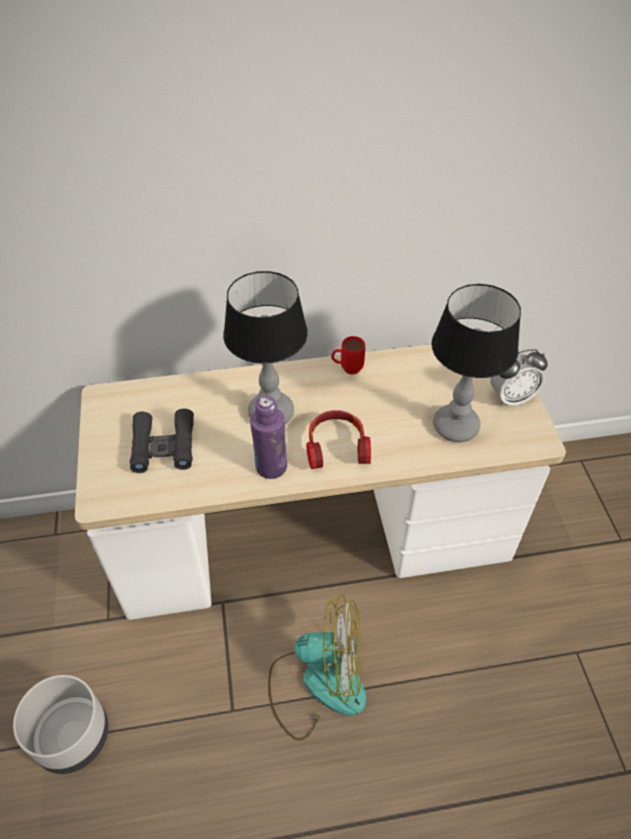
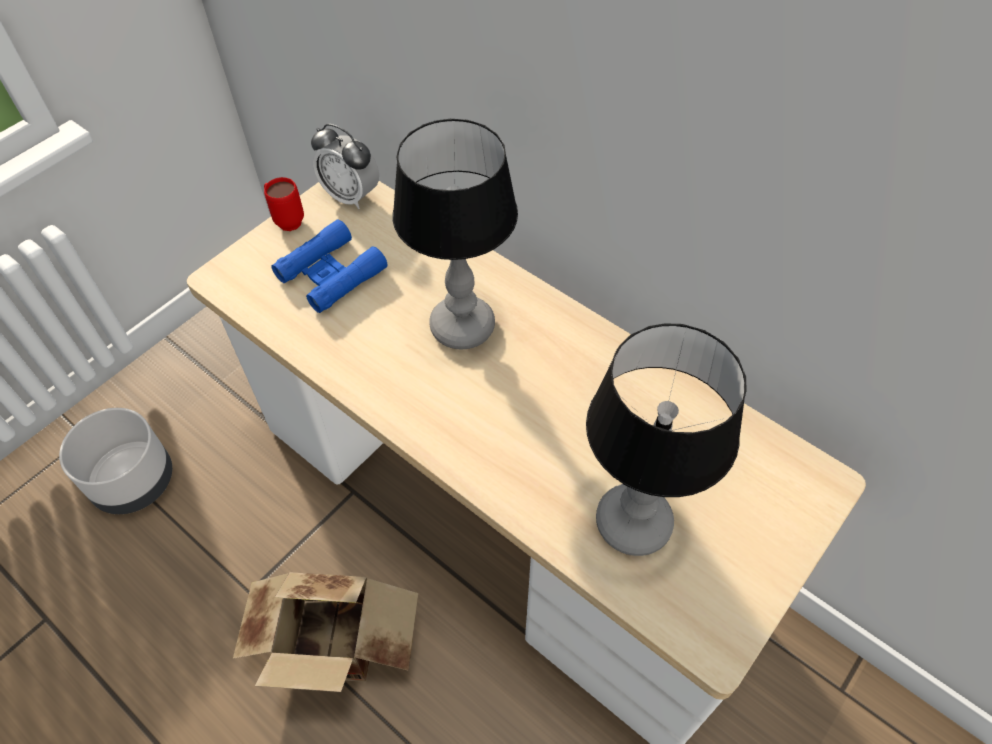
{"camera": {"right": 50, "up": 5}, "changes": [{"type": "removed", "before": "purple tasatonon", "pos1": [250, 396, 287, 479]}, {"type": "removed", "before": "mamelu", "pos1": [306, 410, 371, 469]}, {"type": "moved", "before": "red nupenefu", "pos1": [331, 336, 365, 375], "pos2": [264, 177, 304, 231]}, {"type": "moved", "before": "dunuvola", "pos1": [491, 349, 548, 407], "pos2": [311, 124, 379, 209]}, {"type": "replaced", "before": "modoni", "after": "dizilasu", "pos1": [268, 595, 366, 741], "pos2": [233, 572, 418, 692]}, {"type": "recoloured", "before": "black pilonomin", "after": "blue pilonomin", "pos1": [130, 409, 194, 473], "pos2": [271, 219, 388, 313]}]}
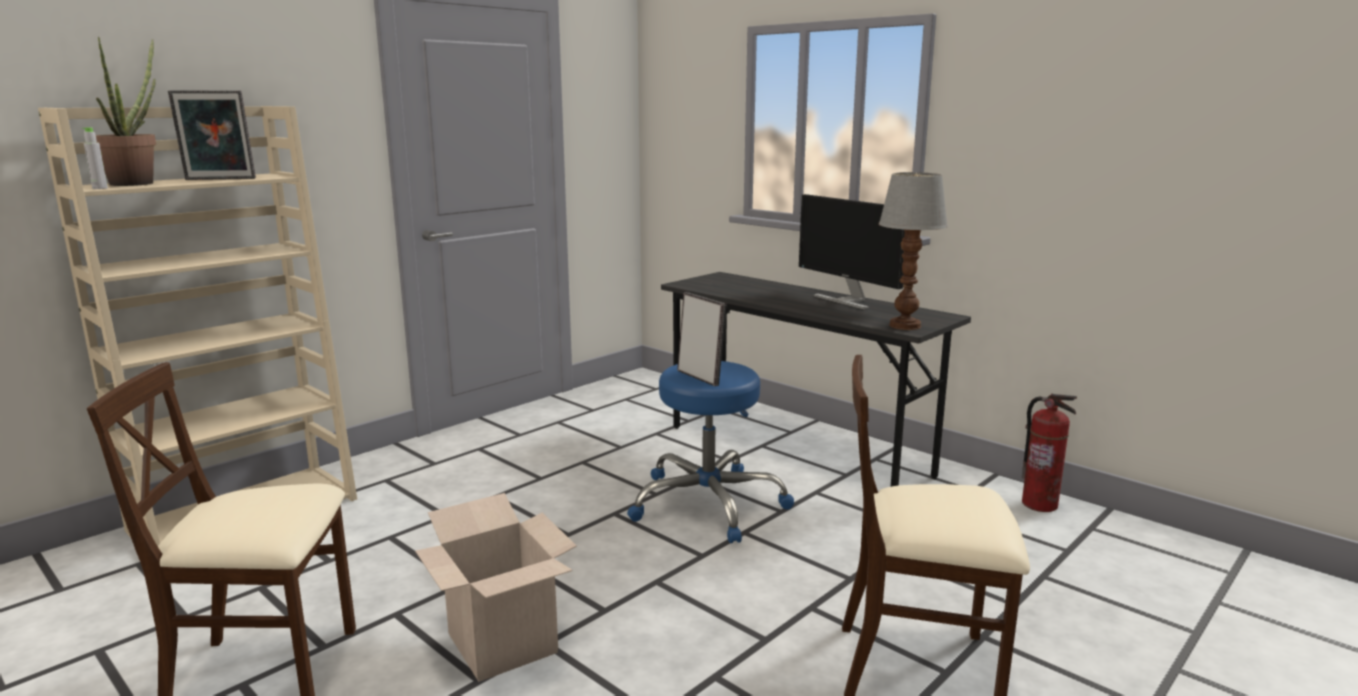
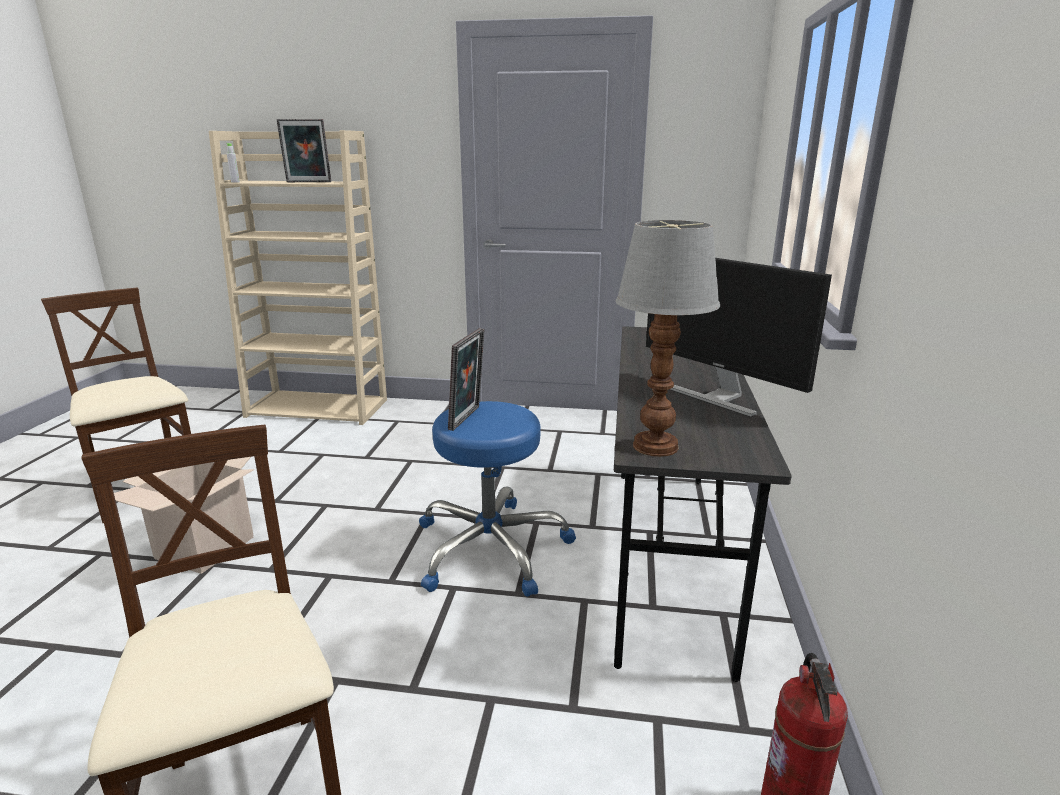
{"camera": {"right": 55, "up": 5}, "changes": [{"type": "removed", "before": "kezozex", "pos1": [96, 37, 156, 186]}, {"type": "turned", "before": "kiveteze", "pos1": [168, 90, 256, 180], "pos2": [276, 119, 331, 182], "turn": -45}, {"type": "turned", "before": "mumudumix", "pos1": [799, 194, 905, 310], "pos2": [646, 258, 832, 417], "turn": -60}]}
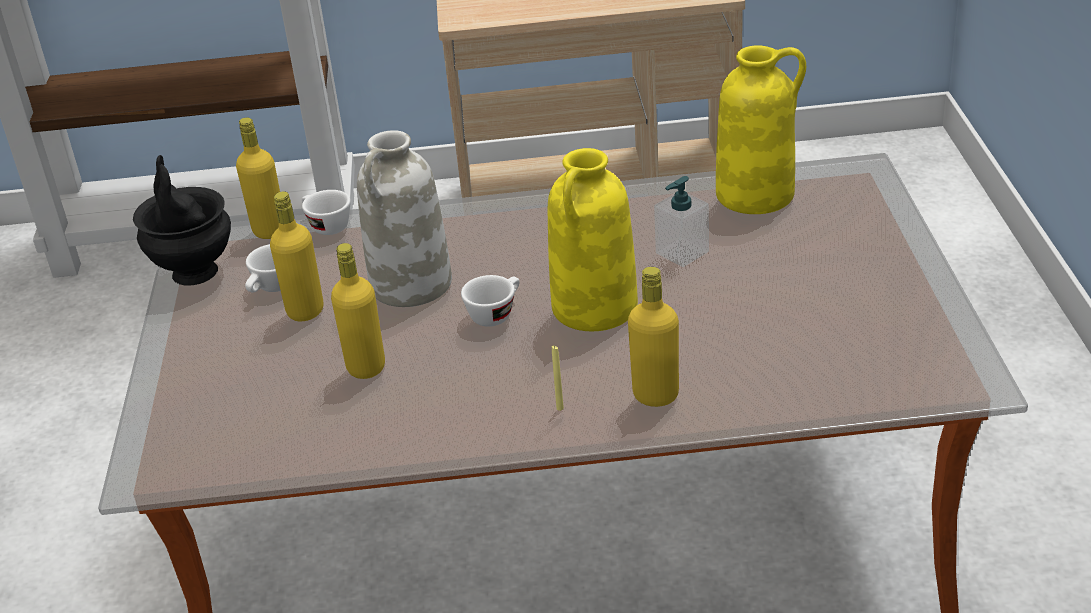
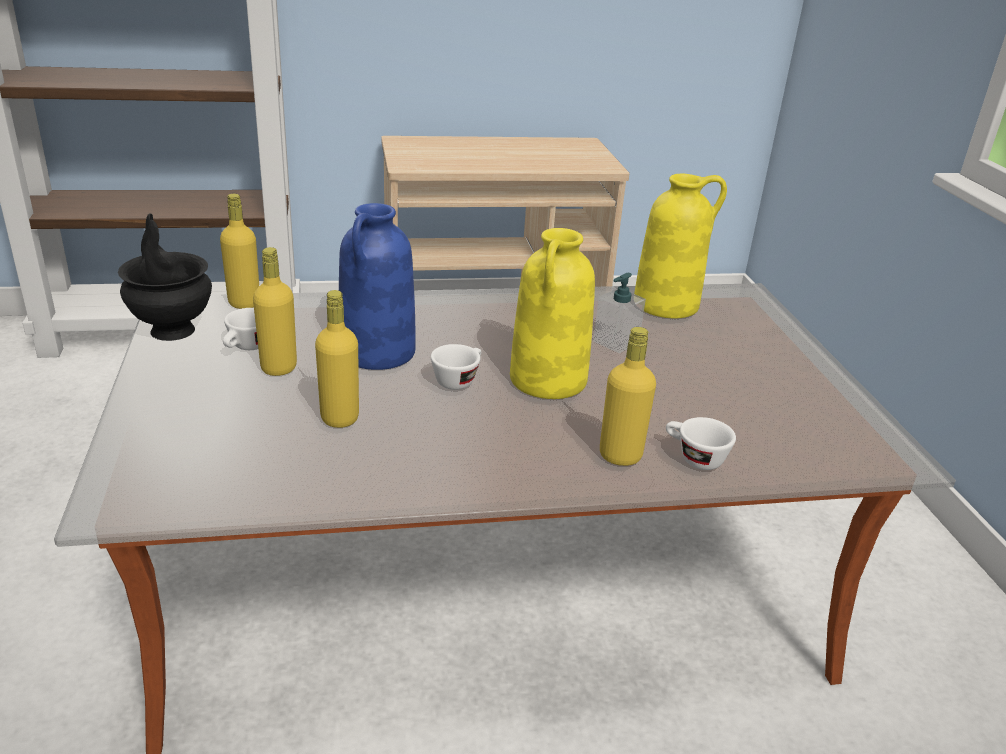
{"camera": {"right": -10, "up": -5}, "changes": [{"type": "removed", "before": "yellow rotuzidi", "pos1": [552, 345, 564, 411]}, {"type": "moved", "before": "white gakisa", "pos1": [302, 190, 351, 235], "pos2": [666, 417, 736, 470]}, {"type": "recoloured", "before": "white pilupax", "after": "blue pilupax", "pos1": [357, 130, 452, 307], "pos2": [339, 203, 416, 370]}]}
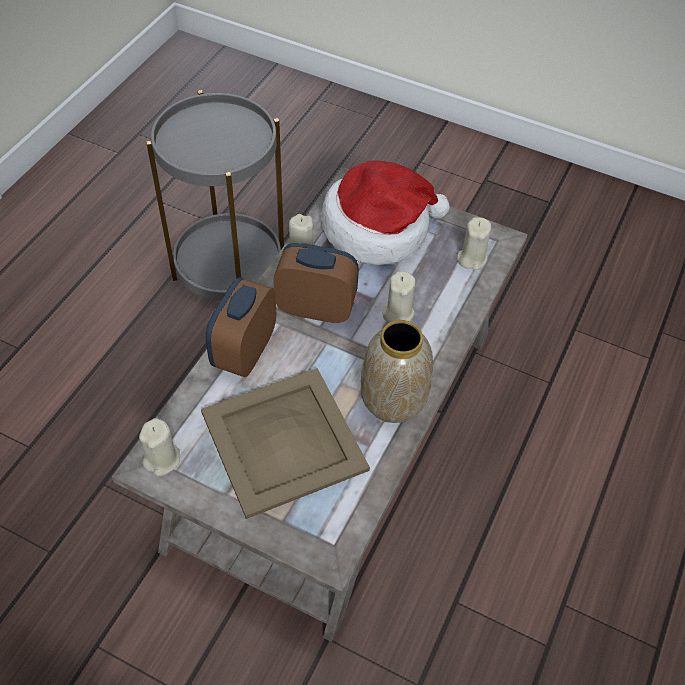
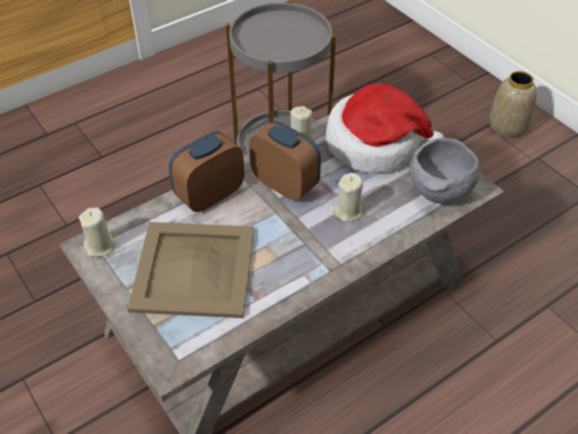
{"camera": {"right": 30, "up": -5}, "changes": [{"type": "moved", "before": "pilupax", "pos1": [361, 320, 433, 423], "pos2": [490, 71, 537, 138]}, {"type": "replaced", "before": "beige rotuzidi", "after": "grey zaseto", "pos1": [457, 217, 491, 270], "pos2": [410, 137, 480, 203]}]}
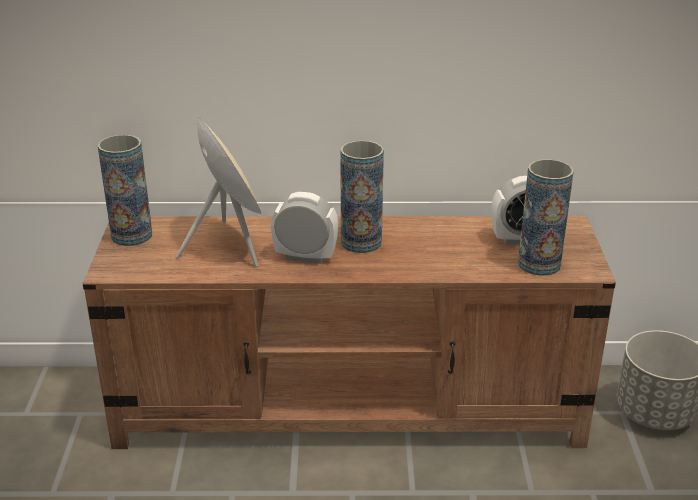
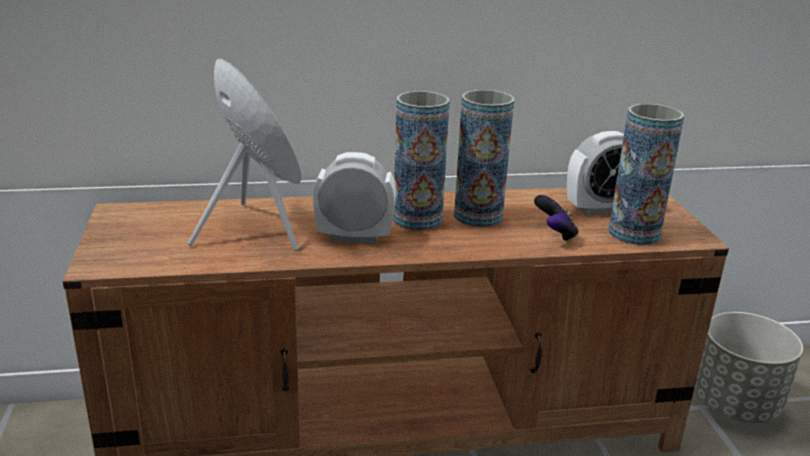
{"camera": {"right": -10, "up": -5}, "changes": [{"type": "added", "after": "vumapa", "pos2": [534, 195, 578, 242]}, {"type": "moved", "before": "pilupax", "pos1": [98, 135, 152, 246], "pos2": [454, 90, 514, 227]}]}
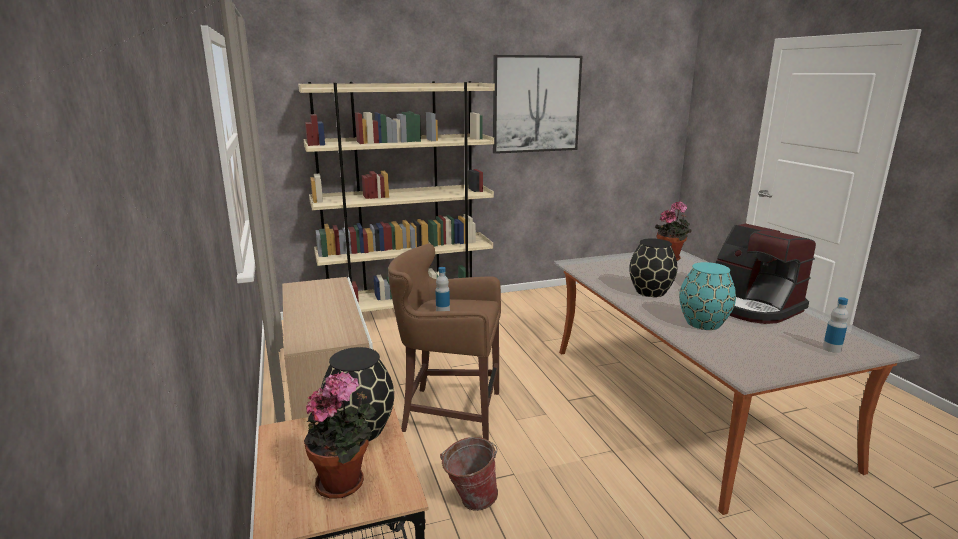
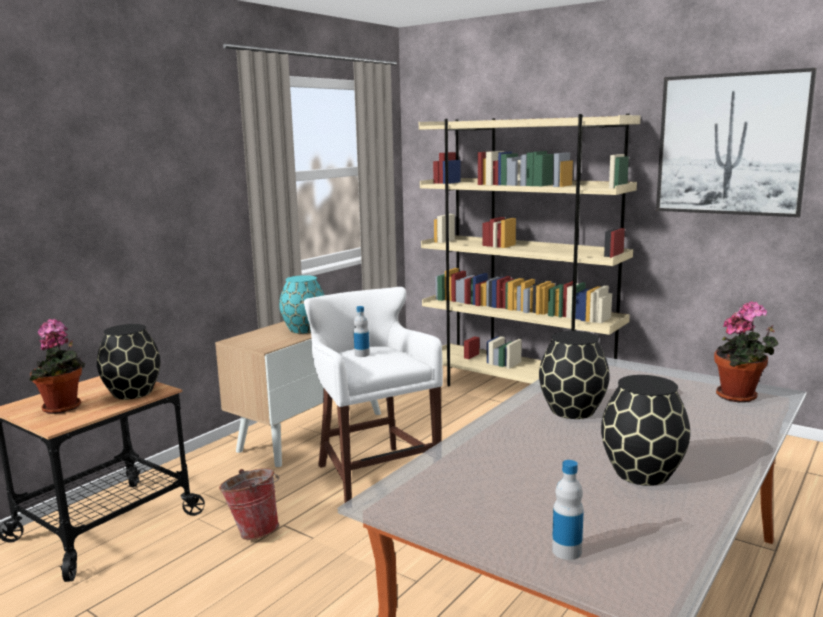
{"camera": {"right": 55, "up": -5}, "changes": [{"type": "moved", "before": "turquoise pilupax", "pos1": [679, 262, 736, 330], "pos2": [279, 275, 324, 333]}, {"type": "replaced", "before": "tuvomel", "after": "black pilupax", "pos1": [716, 223, 816, 324], "pos2": [601, 375, 690, 486]}, {"type": "recoloured", "before": "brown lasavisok", "after": "white lasavisok", "pos1": [388, 244, 501, 441], "pos2": [304, 287, 443, 503]}]}
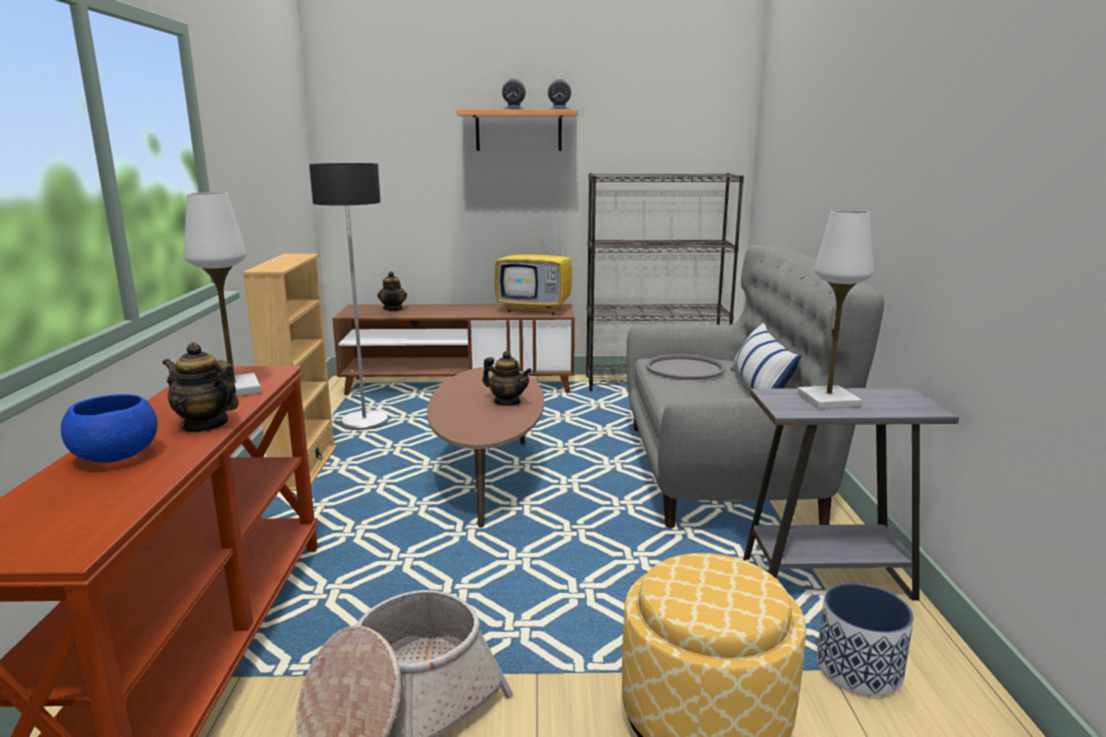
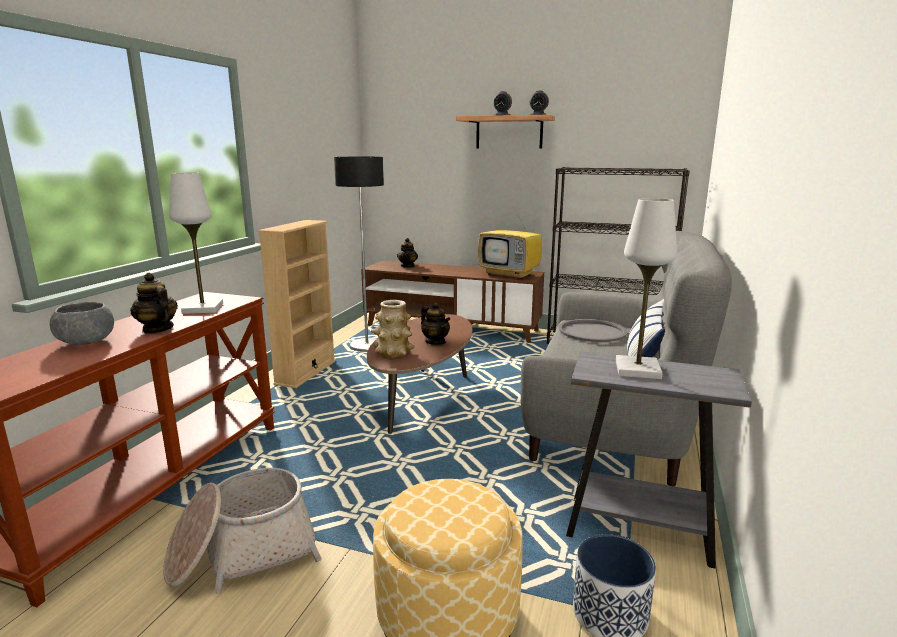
{"camera": {"right": 20, "up": 0}, "changes": [{"type": "added", "after": "pilupax", "pos2": [371, 300, 415, 358]}, {"type": "recoloured", "before": "blue zaseto", "after": "grey zaseto", "pos1": [61, 394, 157, 463], "pos2": [50, 302, 114, 345]}]}
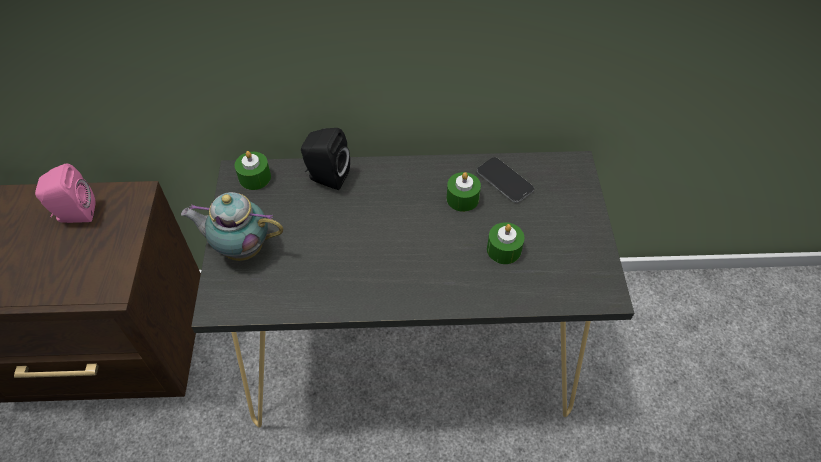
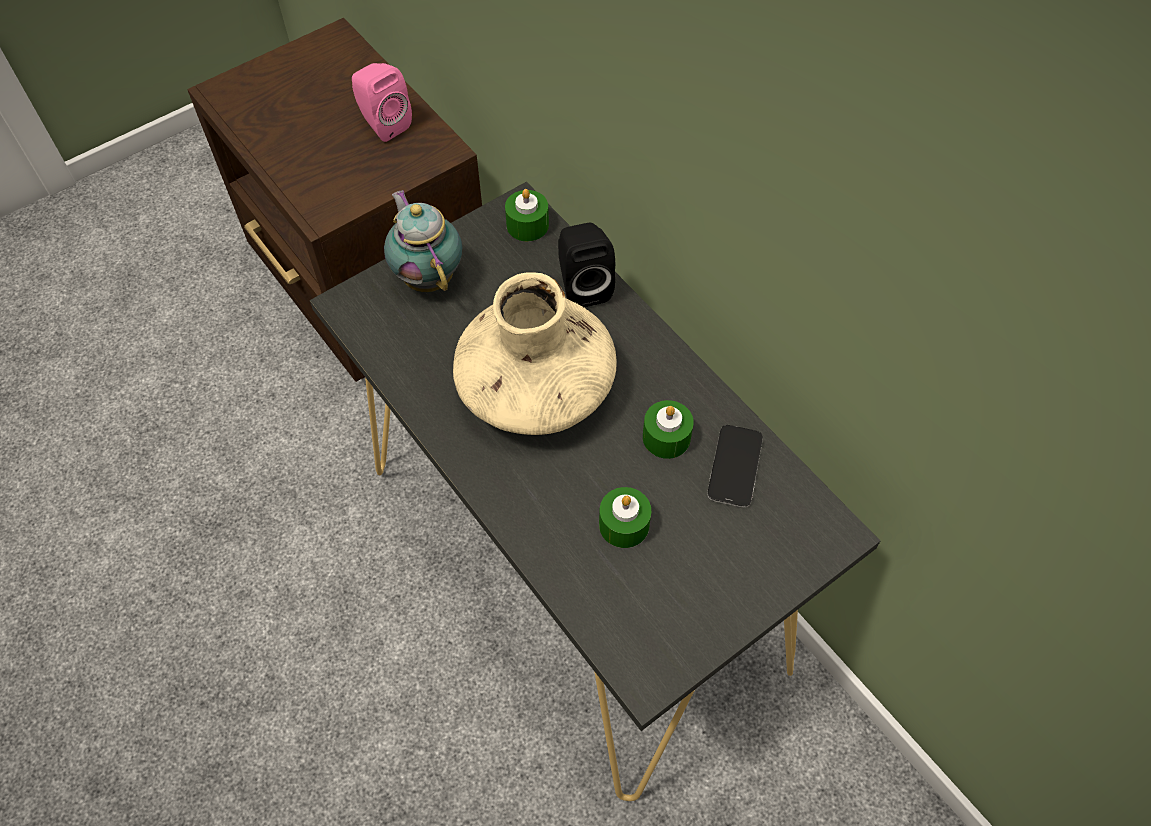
{"camera": {"right": 55, "up": 5}, "changes": [{"type": "added", "after": "beige pilupax", "pos2": [453, 272, 617, 435]}]}
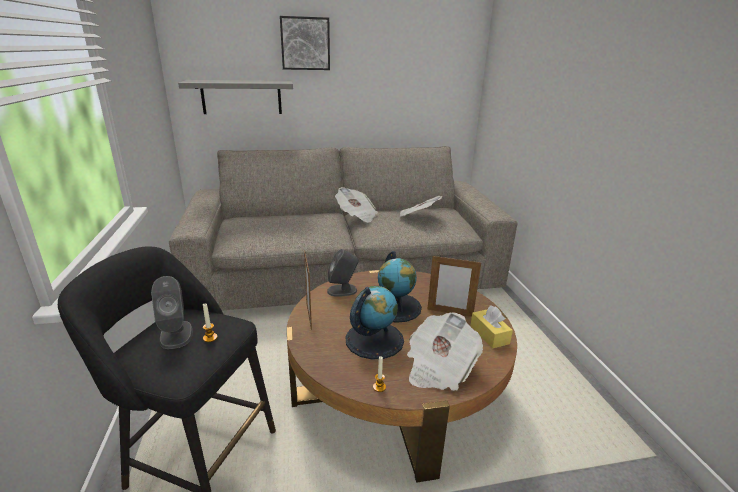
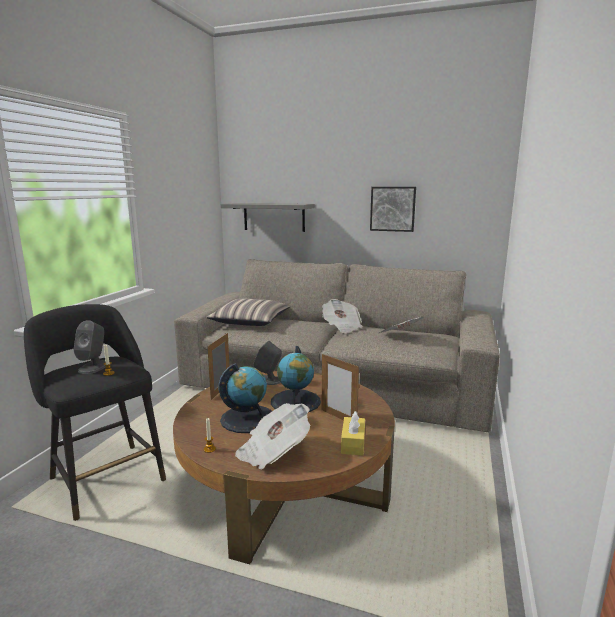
{"camera": {"right": 30, "up": -10}, "changes": [{"type": "added", "after": "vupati", "pos2": [206, 298, 290, 326]}, {"type": "moved", "before": "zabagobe", "pos1": [280, 16, 330, 70], "pos2": [370, 187, 416, 232]}]}
